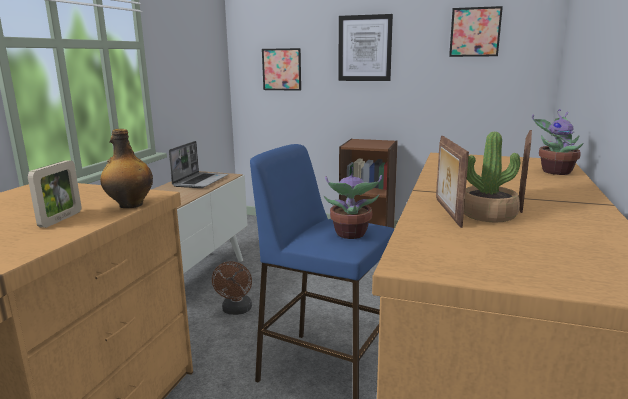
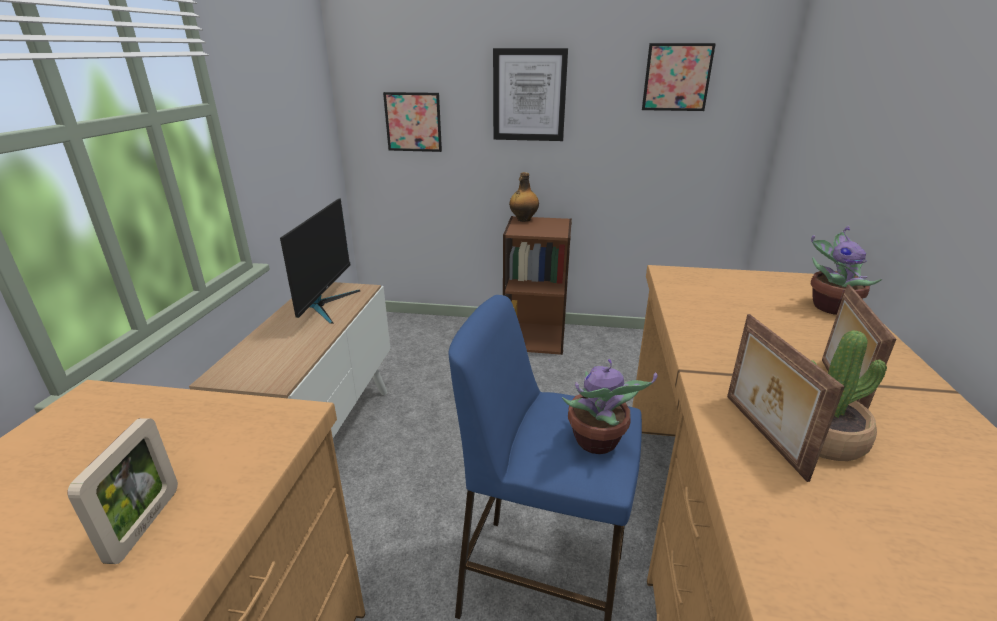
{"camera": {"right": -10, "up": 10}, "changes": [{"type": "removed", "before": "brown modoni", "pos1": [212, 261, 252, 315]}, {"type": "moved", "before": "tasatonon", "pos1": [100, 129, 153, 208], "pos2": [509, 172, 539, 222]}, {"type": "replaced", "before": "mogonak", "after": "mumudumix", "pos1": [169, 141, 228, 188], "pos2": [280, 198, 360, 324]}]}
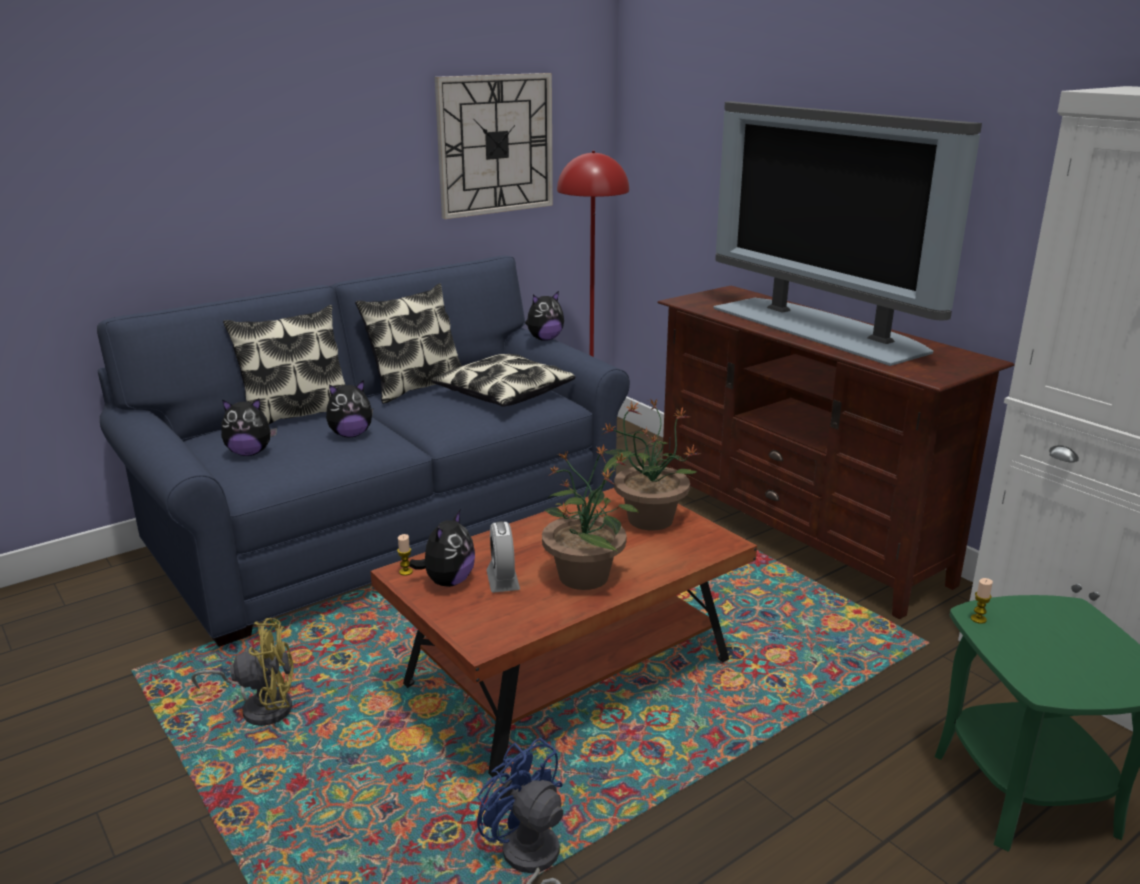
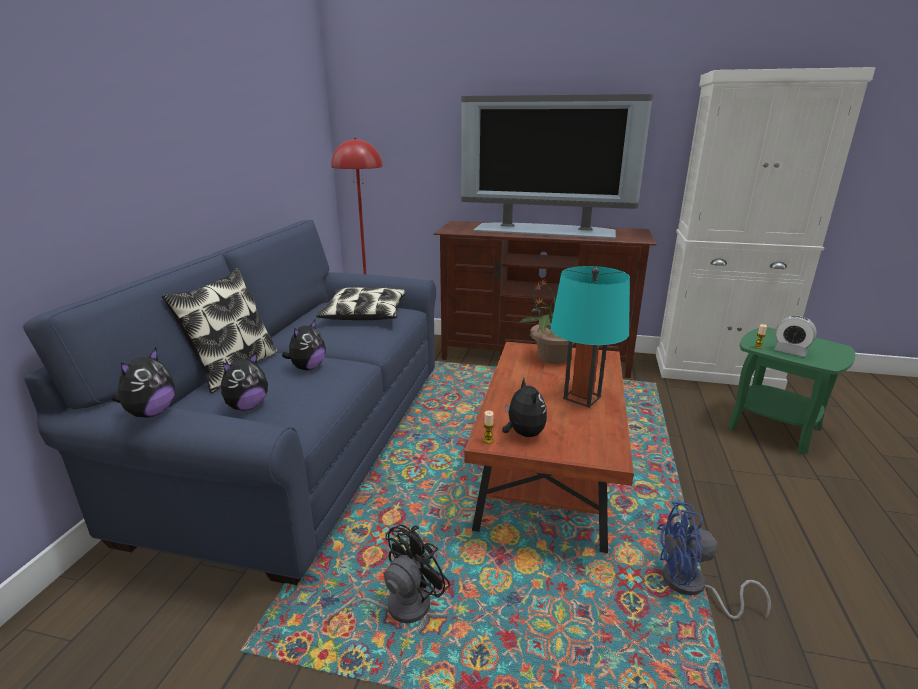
{"camera": {"right": -40, "up": 0}, "changes": [{"type": "removed", "before": "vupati", "pos1": [355, 283, 461, 404]}, {"type": "removed", "before": "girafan", "pos1": [435, 73, 553, 219]}, {"type": "moved", "before": "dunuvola", "pos1": [486, 521, 520, 593], "pos2": [774, 316, 817, 357]}, {"type": "moved", "before": "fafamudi", "pos1": [525, 291, 564, 341], "pos2": [112, 348, 175, 418]}, {"type": "replaced", "before": "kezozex", "after": "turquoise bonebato", "pos1": [542, 444, 640, 590], "pos2": [551, 266, 630, 408]}, {"type": "recoloured", "before": "yellow modoni", "after": "black modoni", "pos1": [191, 618, 294, 726], "pos2": [327, 525, 451, 626]}]}
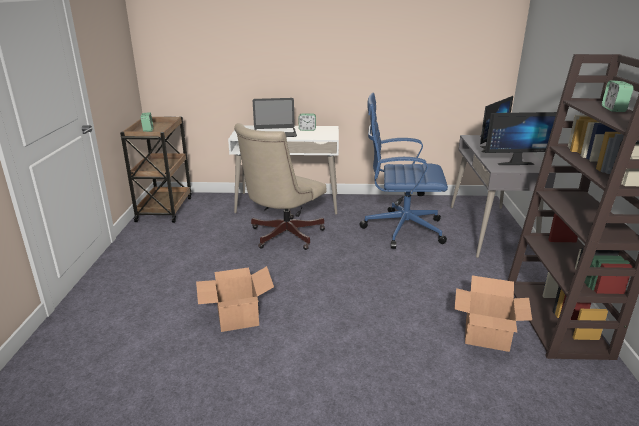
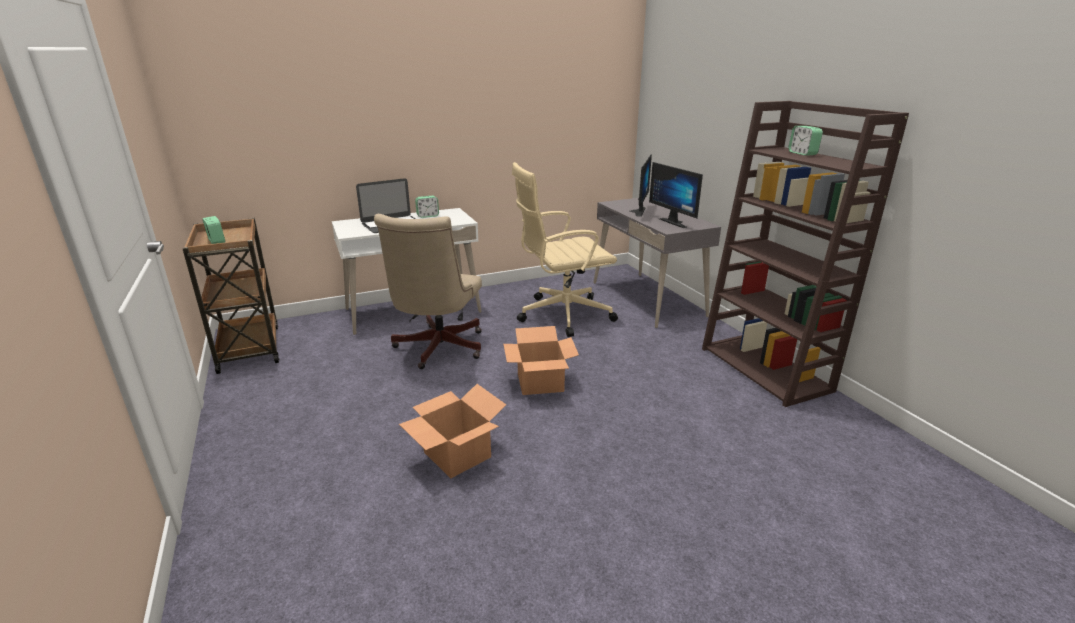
{"camera": {"right": -25, "up": 0}, "changes": [{"type": "moved", "before": "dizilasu", "pos1": [455, 276, 532, 352], "pos2": [503, 326, 579, 395]}, {"type": "recoloured", "before": "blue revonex", "after": "beige revonex", "pos1": [359, 93, 448, 249], "pos2": [512, 162, 618, 337]}, {"type": "turned", "before": "mumudumix", "pos1": [485, 112, 557, 165], "pos2": [649, 162, 703, 228], "turn": 90}]}
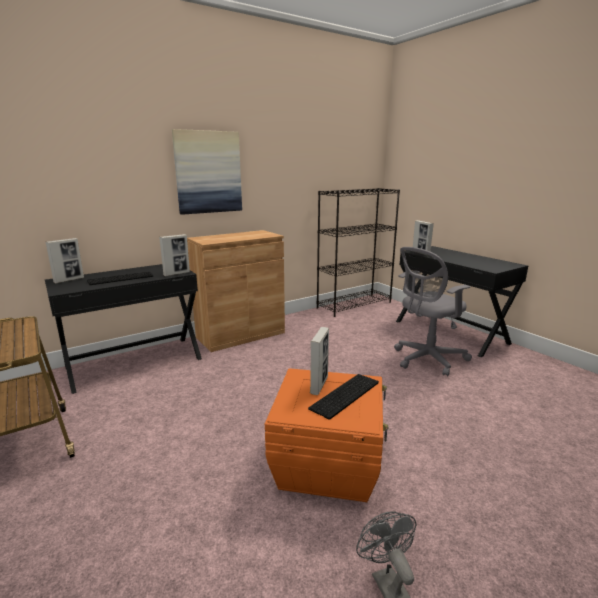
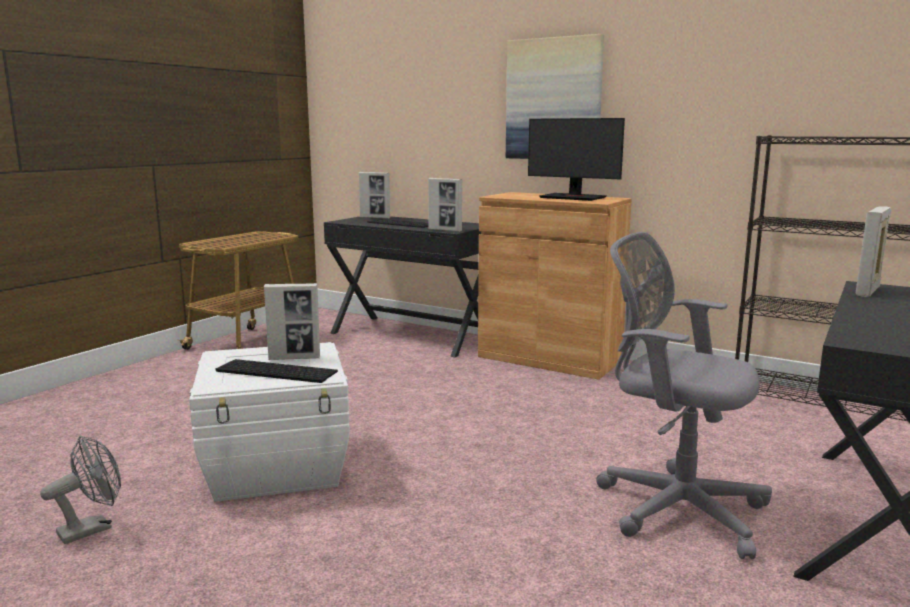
{"camera": {"right": 65, "up": -5}, "changes": [{"type": "added", "after": "mumudumix", "pos2": [528, 118, 625, 201]}, {"type": "recoloured", "before": "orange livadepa", "after": "white livadepa", "pos1": [265, 368, 388, 502], "pos2": [189, 342, 350, 502]}]}
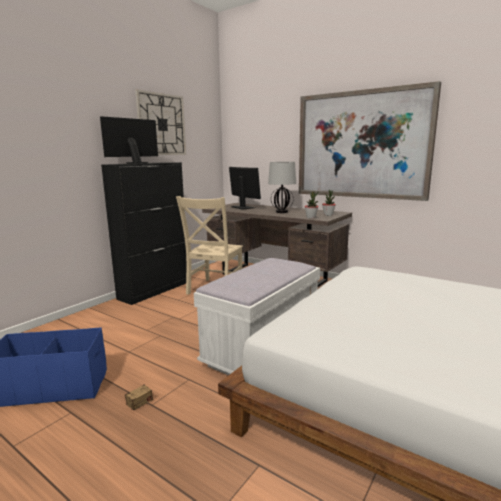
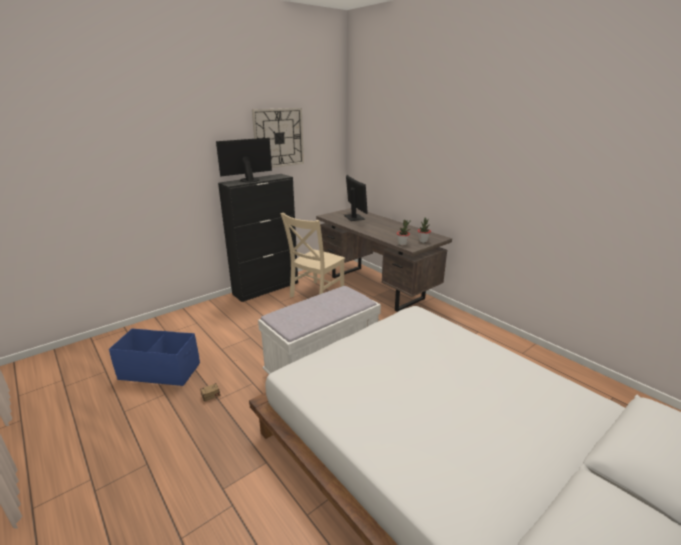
{"camera": {"right": 15, "up": 10}, "changes": [{"type": "removed", "before": "bonebato", "pos1": [268, 162, 296, 213]}, {"type": "removed", "before": "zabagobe", "pos1": [299, 81, 441, 201]}]}
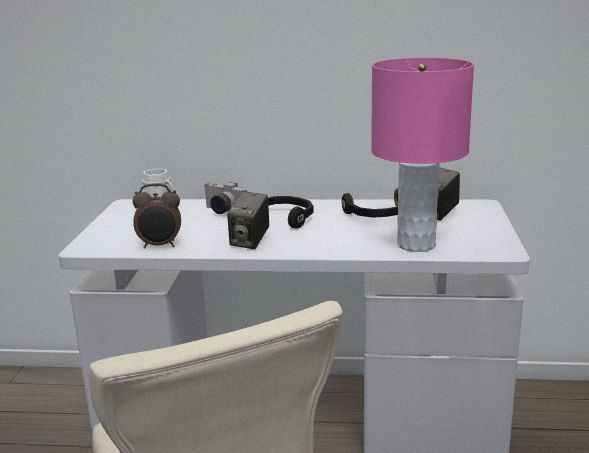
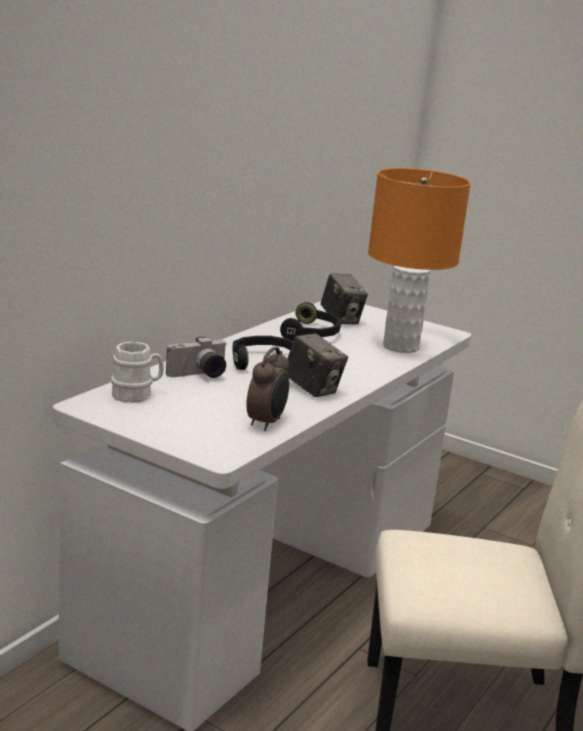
{"camera": {"right": -65, "up": 0}, "changes": [{"type": "recoloured", "before": "pink bonebato", "after": "orange bonebato", "pos1": [371, 57, 474, 252], "pos2": [368, 168, 471, 353]}]}
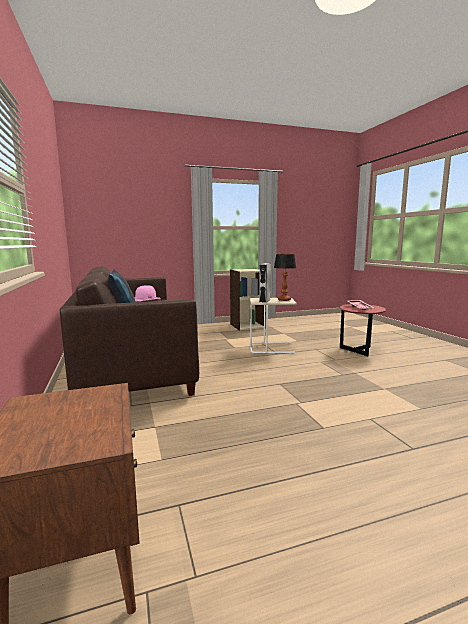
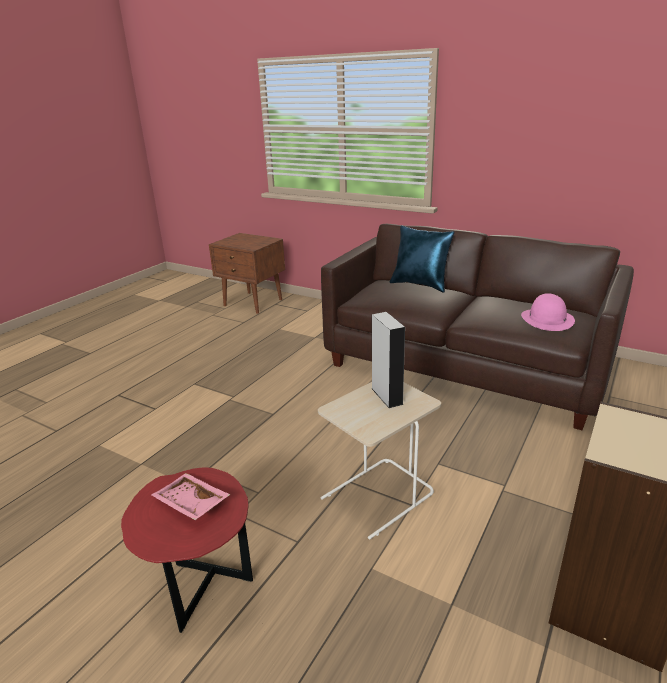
{"camera": {"right": 140, "up": 15}, "changes": [{"type": "removed", "before": "bonebato", "pos1": [274, 254, 296, 301]}]}
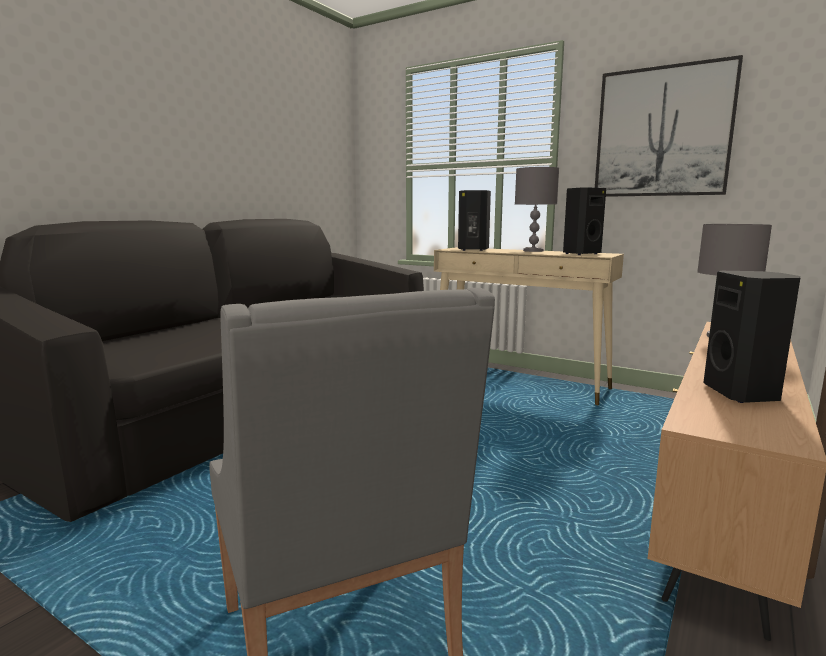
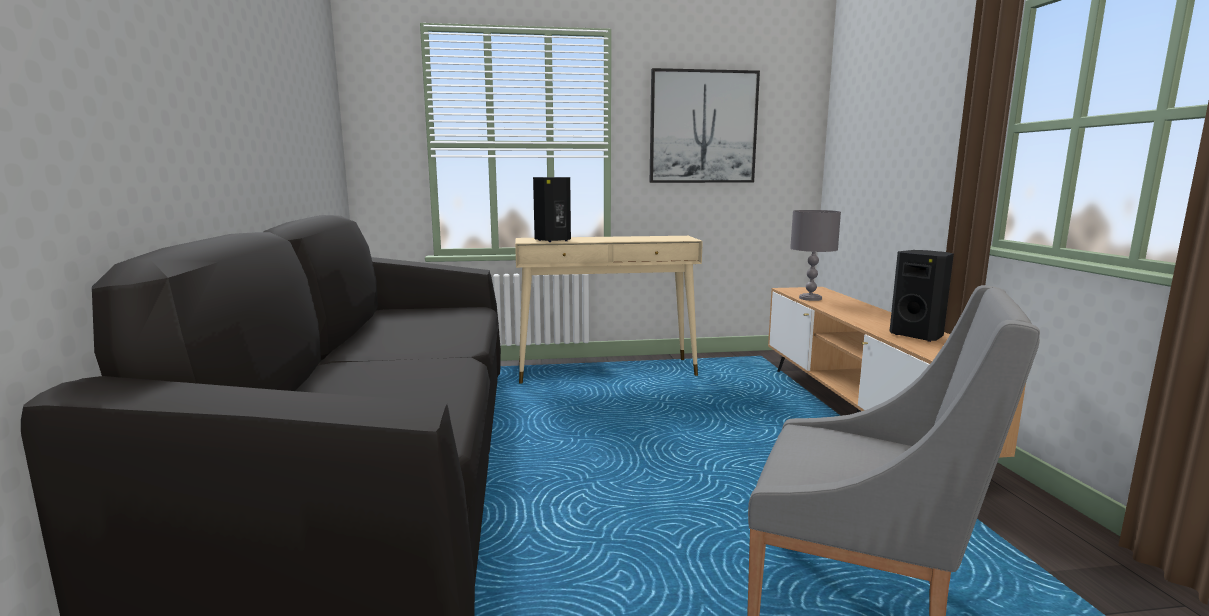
{"camera": {"right": -40, "up": 0}, "changes": [{"type": "removed", "before": "grey bonebato", "pos1": [515, 167, 559, 252]}, {"type": "removed", "before": "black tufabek", "pos1": [563, 187, 606, 255]}]}
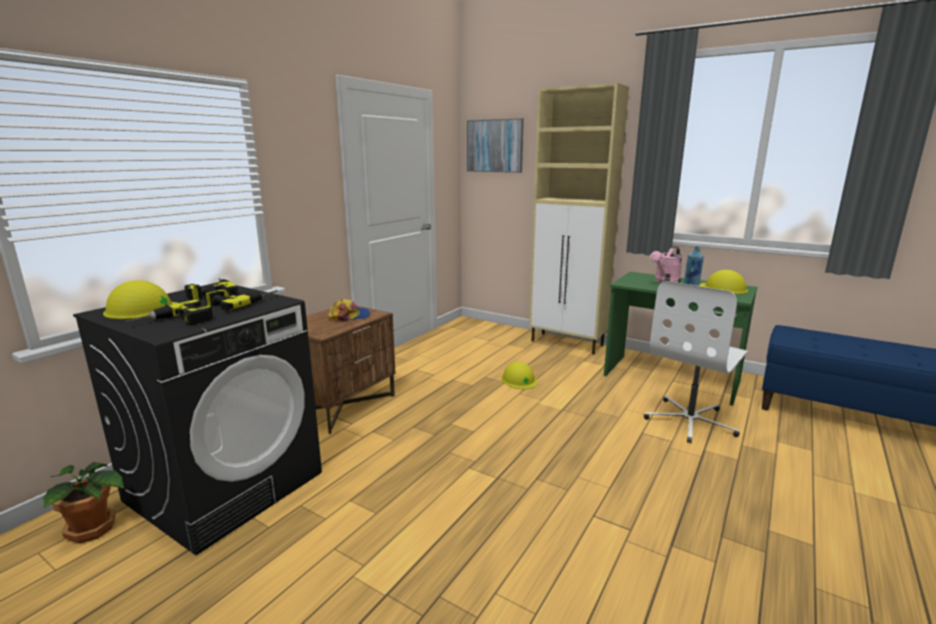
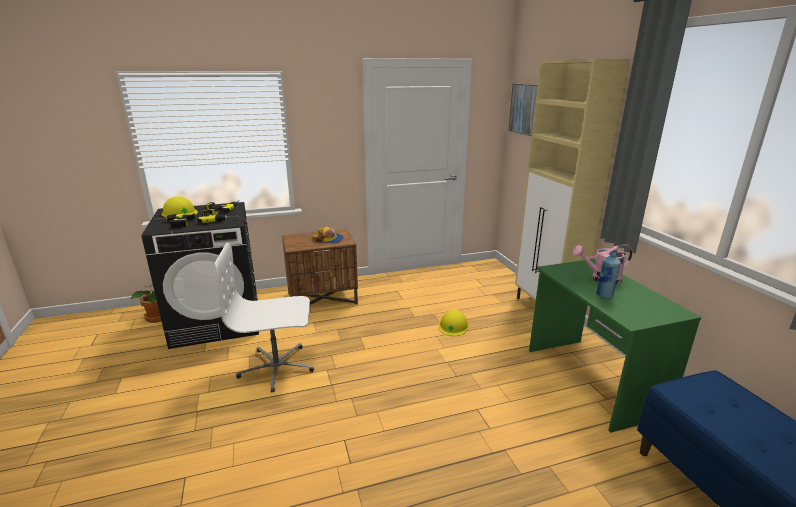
{"camera": {"right": 40, "up": 5}, "changes": [{"type": "removed", "before": "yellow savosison", "pos1": [699, 270, 748, 294]}, {"type": "moved", "before": "white revonex", "pos1": [644, 281, 748, 443], "pos2": [215, 243, 314, 392]}]}
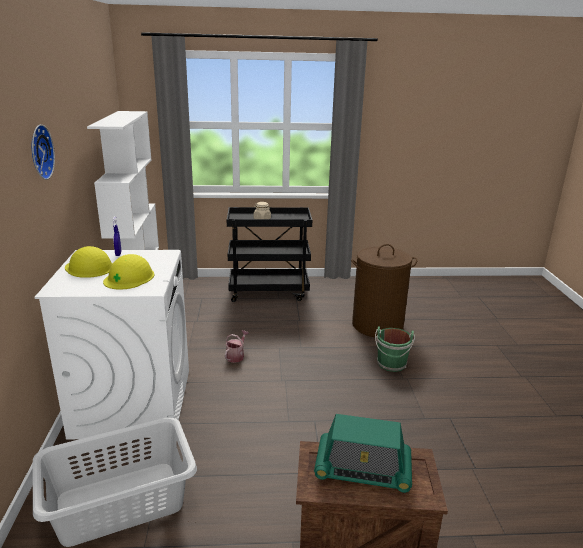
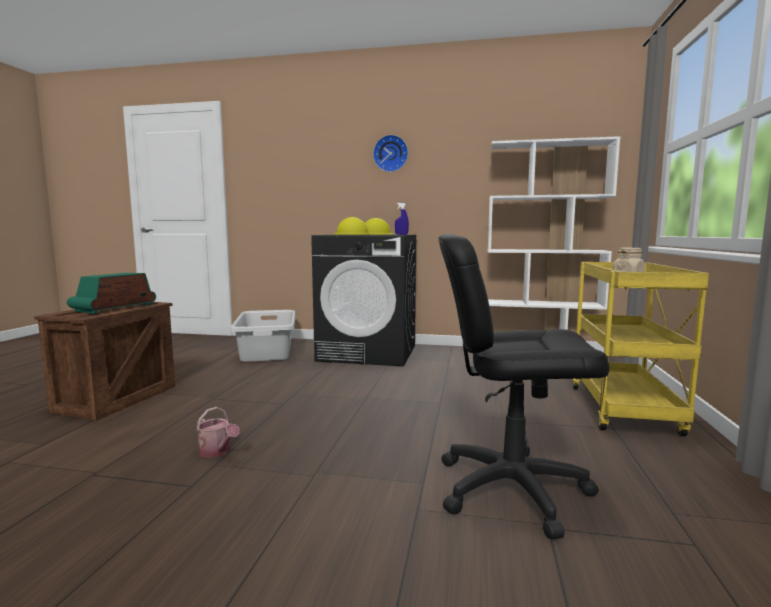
{"camera": {"right": 105, "up": -15}, "changes": [{"type": "removed", "before": "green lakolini", "pos1": [375, 326, 415, 372]}, {"type": "moved", "before": "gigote", "pos1": [225, 330, 249, 363], "pos2": [196, 407, 240, 458]}, {"type": "replaced", "before": "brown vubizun", "after": "black revonex", "pos1": [351, 244, 417, 337], "pos2": [438, 234, 610, 540]}, {"type": "recoloured", "before": "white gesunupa", "after": "black gesunupa", "pos1": [34, 250, 189, 440], "pos2": [311, 235, 417, 366]}, {"type": "recoloured", "before": "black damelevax", "after": "yellow damelevax", "pos1": [227, 207, 312, 302], "pos2": [572, 262, 709, 436]}]}
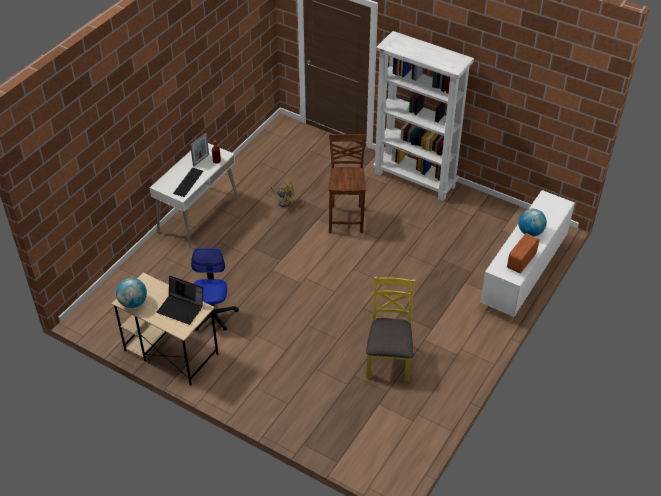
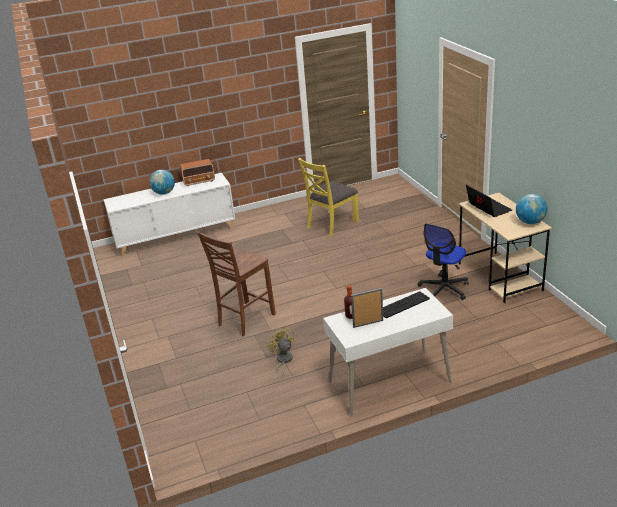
{"camera": {"right": -140, "up": -15}, "changes": [{"type": "removed", "before": "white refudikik", "pos1": [373, 31, 474, 201]}]}
